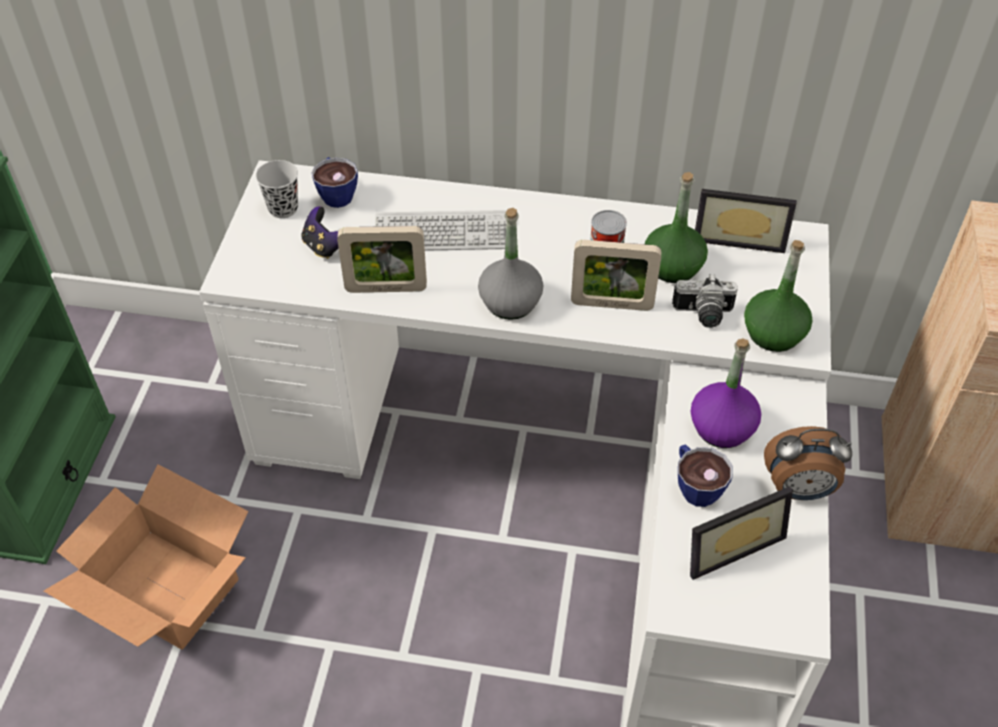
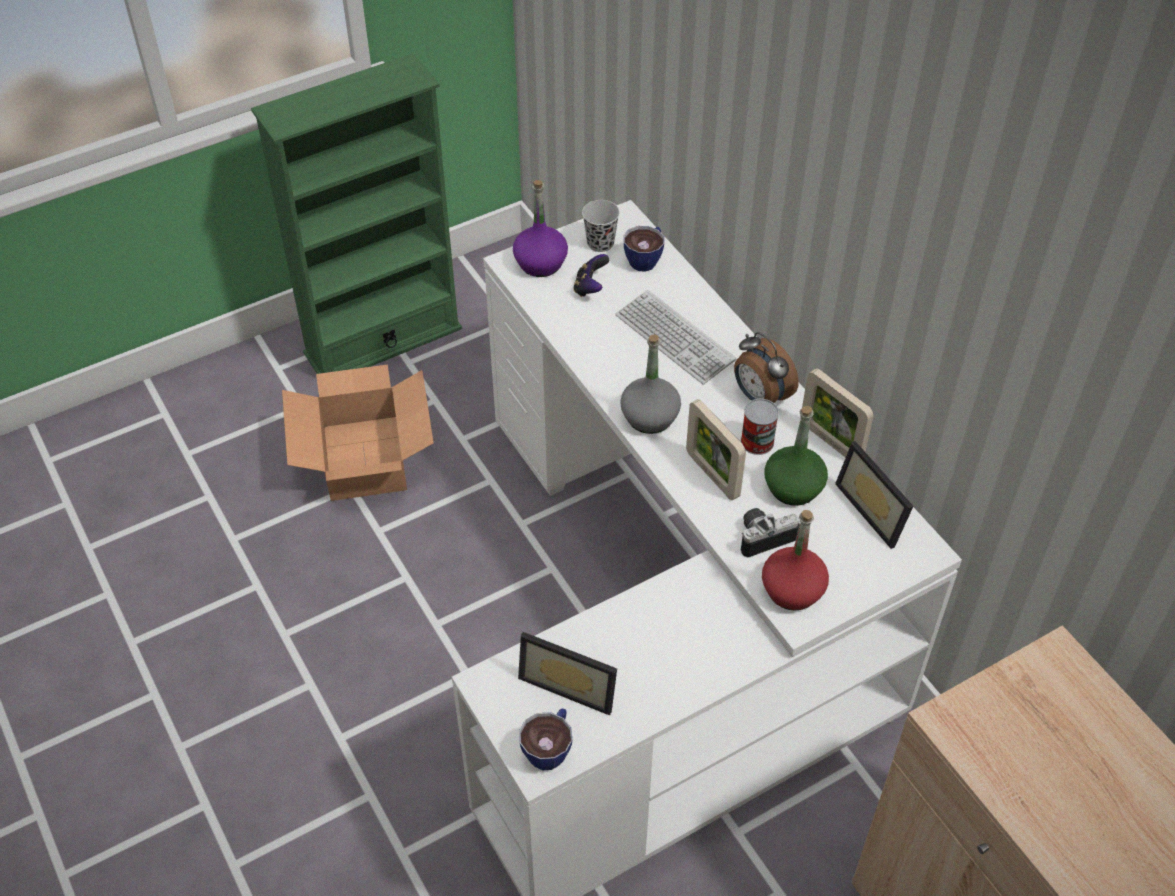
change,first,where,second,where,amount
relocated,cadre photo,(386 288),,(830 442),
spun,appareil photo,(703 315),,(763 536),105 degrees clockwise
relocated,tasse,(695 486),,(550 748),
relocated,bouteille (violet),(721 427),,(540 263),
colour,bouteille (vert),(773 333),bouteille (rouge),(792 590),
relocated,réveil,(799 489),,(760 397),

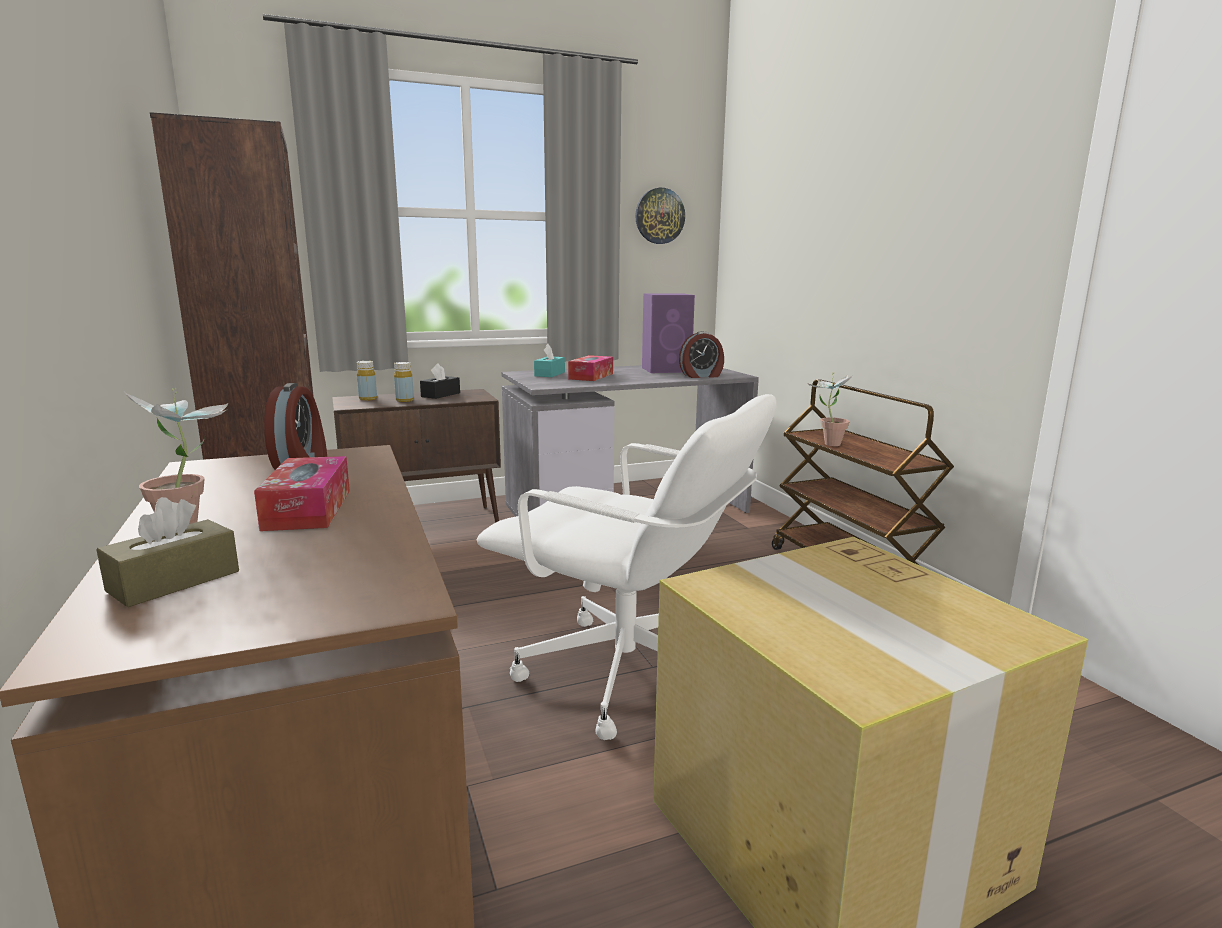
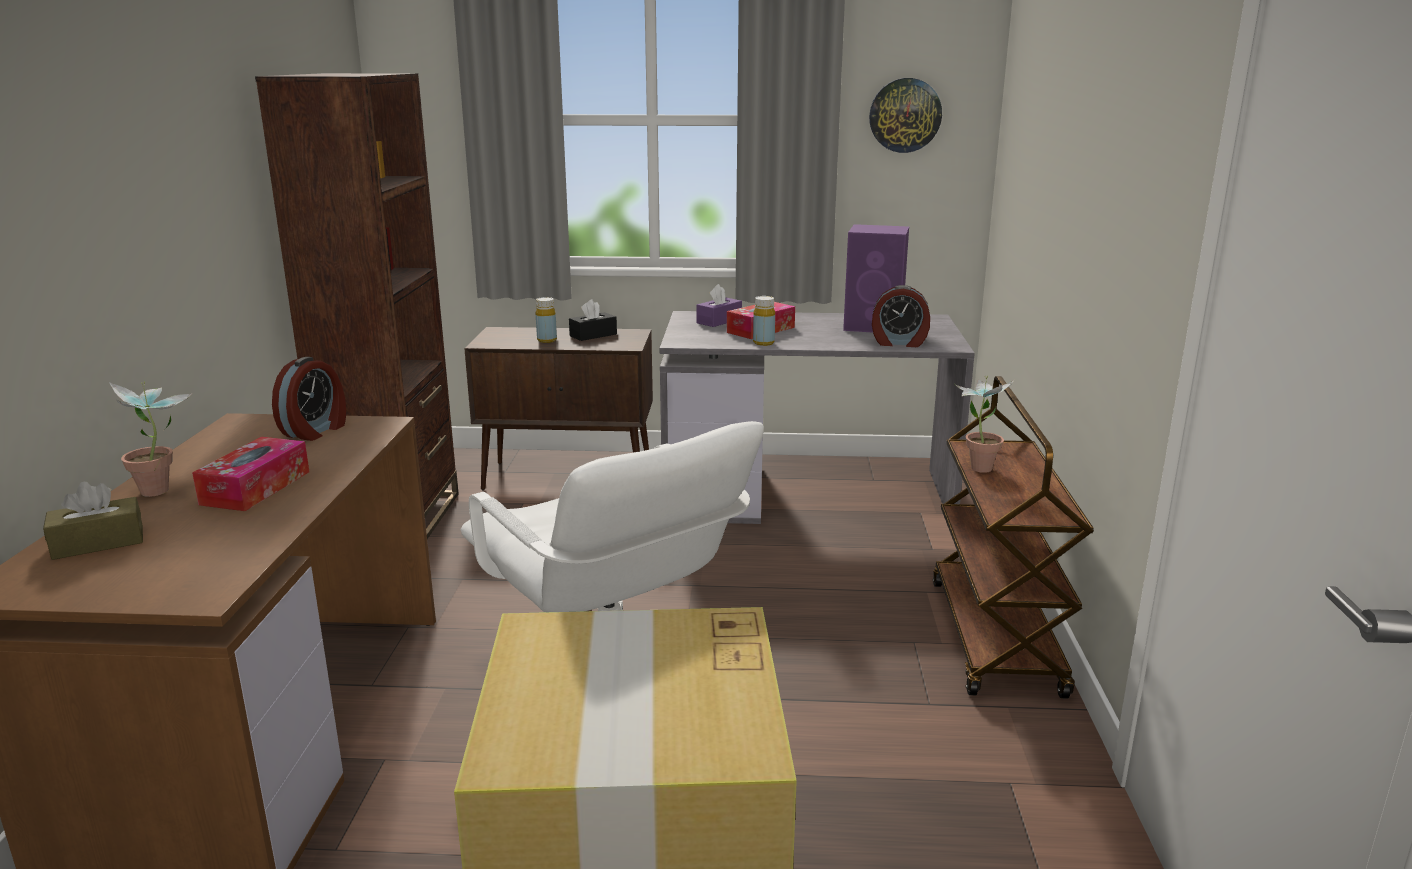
change,first,where,second,where,amount
relocated,bouteille (jaune),(368 399),,(763 343),
colour,boîte à mouchoirs (turquoise),(549 374),boîte à mouchoirs (violet),(719 321),

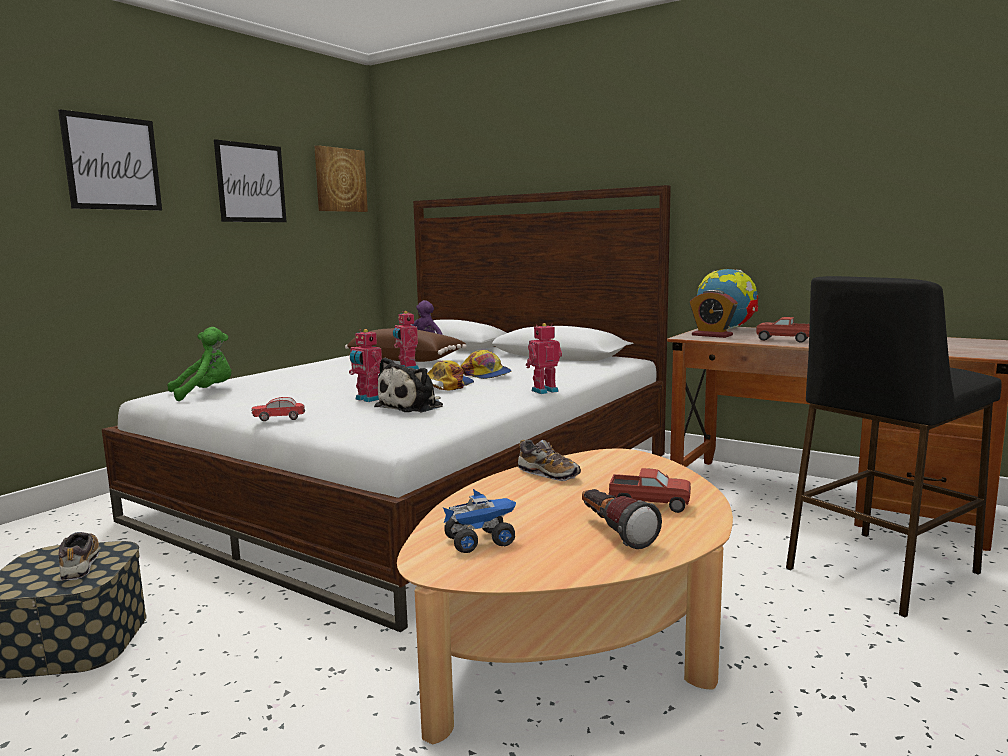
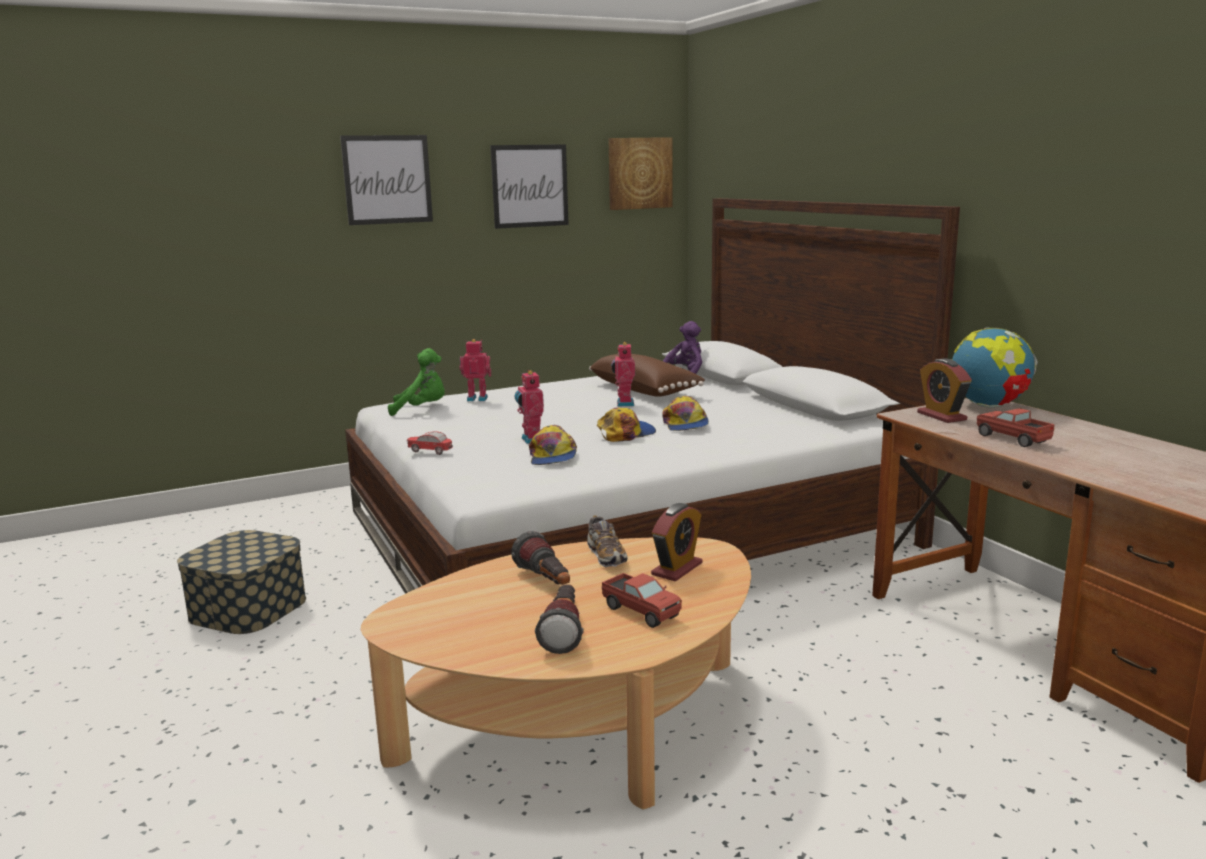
change,first,where,second,where,amount
missing,chaussure,(80 565),,,
exchanged,peluche,(413 406),casquette,(552 457),
missing,camion jouet,(480 541),,,
relocated,robot jouet,(544 391),,(477 398),
missing,tabouret (noir),(880 571),,,
appeared,,,lampe de poche,(546 582),
appeared,,,réveil,(677 569),

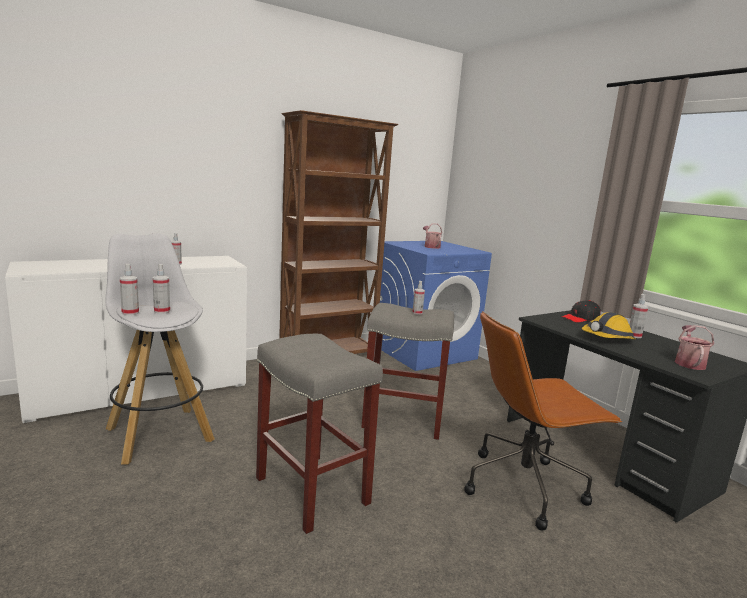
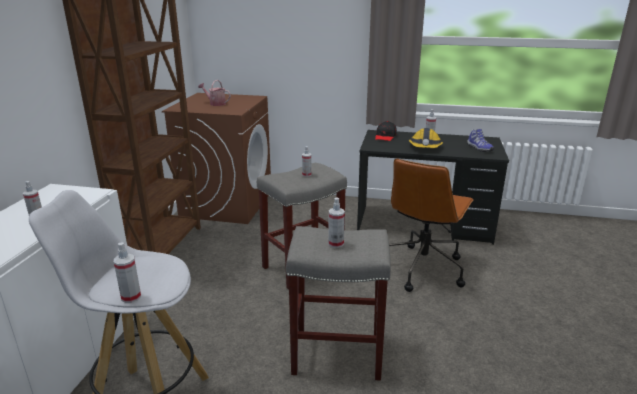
change,first,where,second,where,amount
relocated,vaporisateur,(162 311),,(336 243),
colour,lave-linge (bleu),(424 352),lave-linge (marron),(227 203),
exchanged,arrosoir,(688 363),chaussure,(479 148),

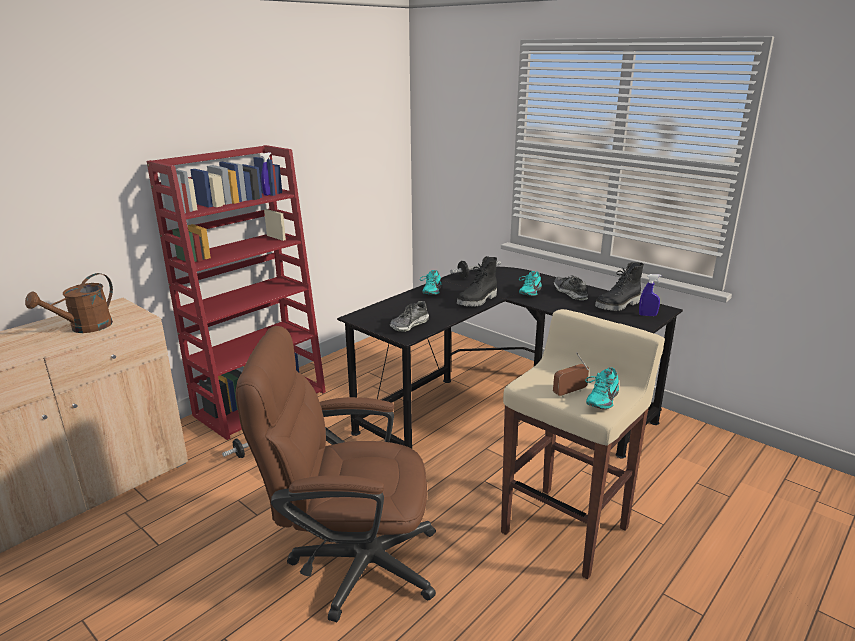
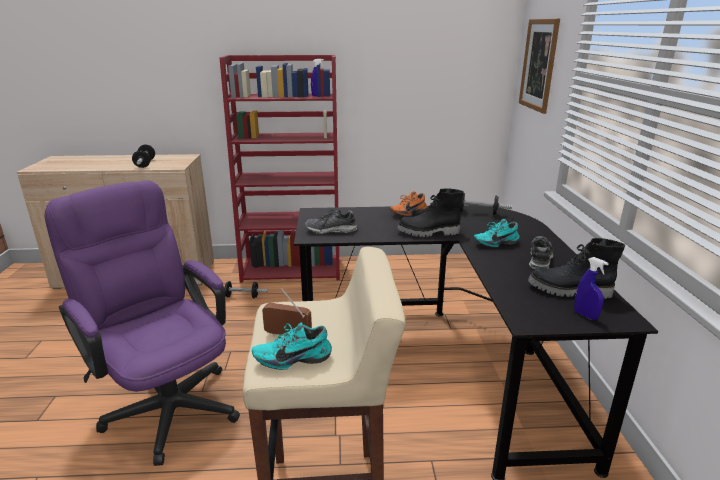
change,first,where,second,where,amount
exchanged,arrosoir (marron),(84 328),haltère,(145 164),
colour,chaise de bureau (marron),(351 562),chaise de bureau (violet),(167 402),
colour,chaussure (turquoise),(430 291),chaussure (orange),(407 212),
appeared,,,tableau,(538 65),

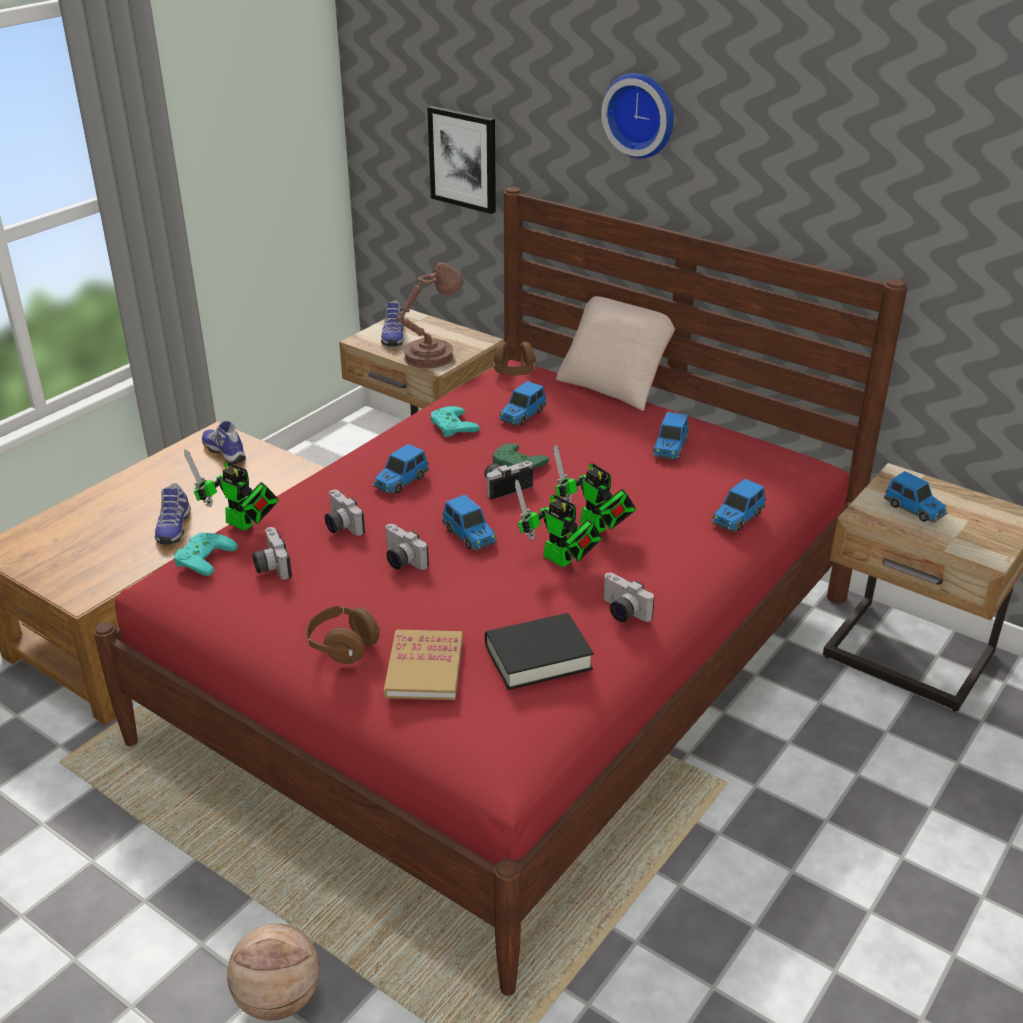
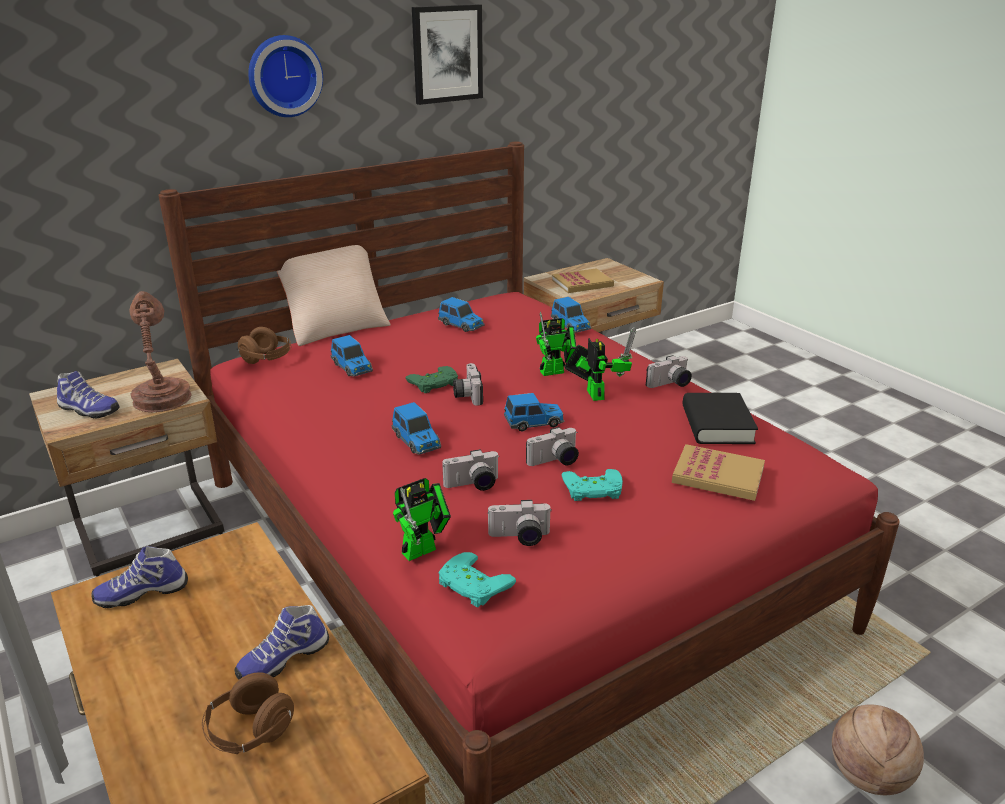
change,first,where,second,where,amount
spun,chaussure,(173 528),,(283 658),120 degrees clockwise
relocated,casque audio (marron),(343 647),,(250 732),
relocated,tableau,(463 159),,(447 54),
relocated,manette (turquoise),(450 426),,(592 490),
spun,robot jouet,(561 561),,(594 393),75 degrees counterclockwise
exchanged,petite voiture,(914 509),livre,(582 283),

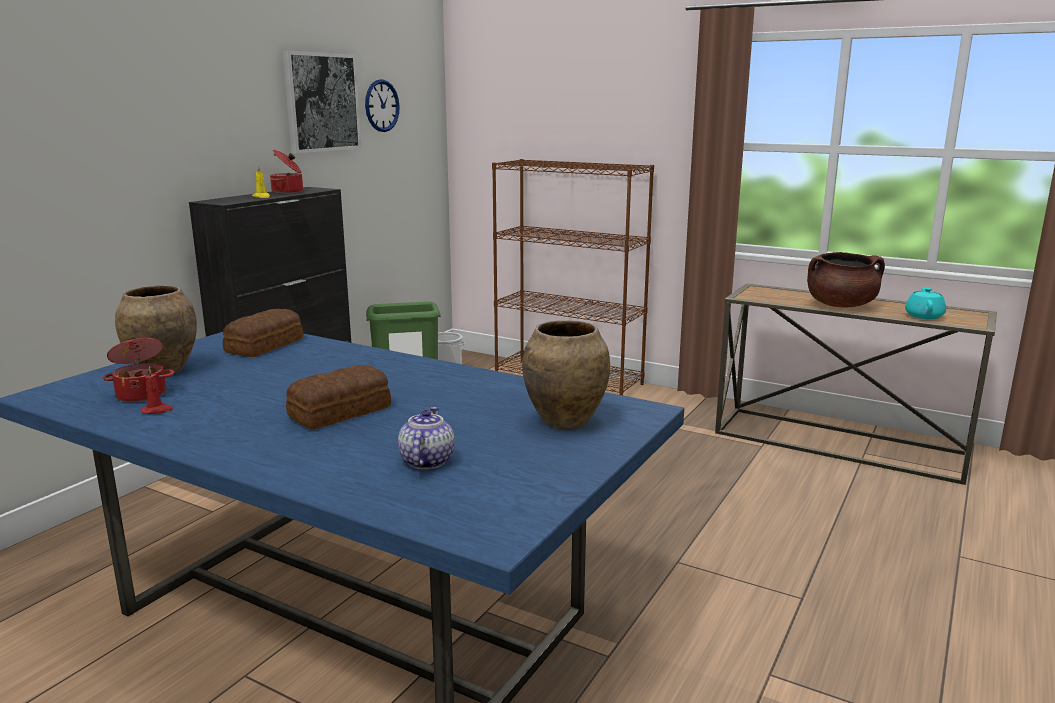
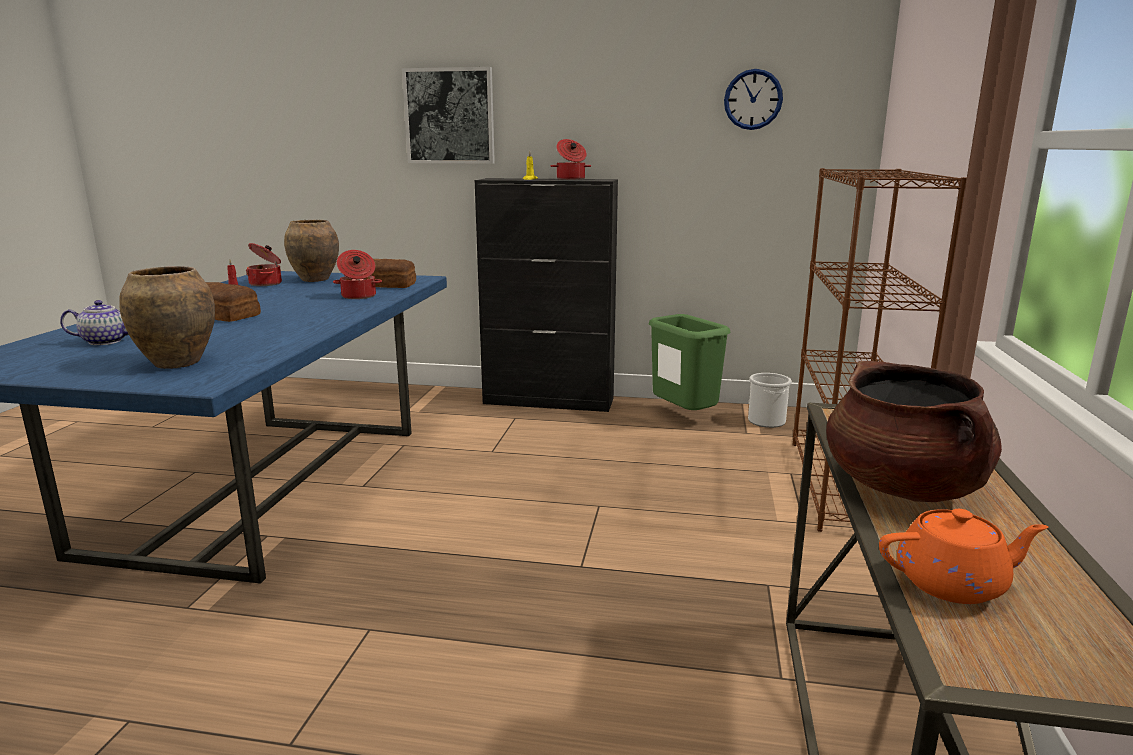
change,first,where,second,where,amount
relocated,tableau,(321 102),,(449 116),
colour,théière (turquoise),(924 316),théière (orange),(953 583),
appeared,,,marmite,(358 296),

